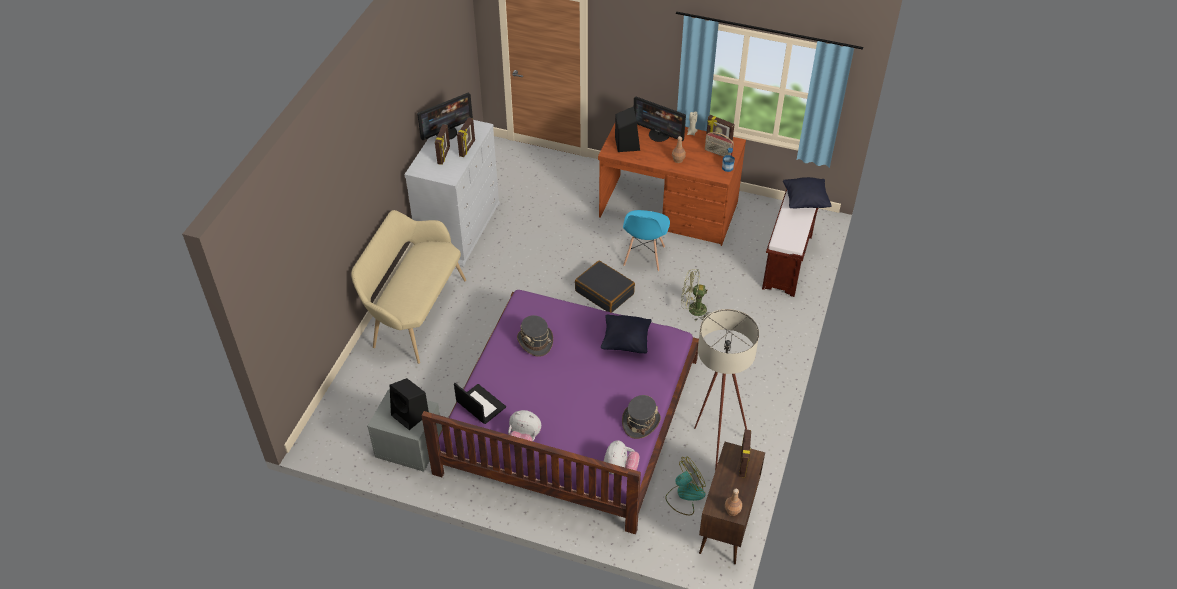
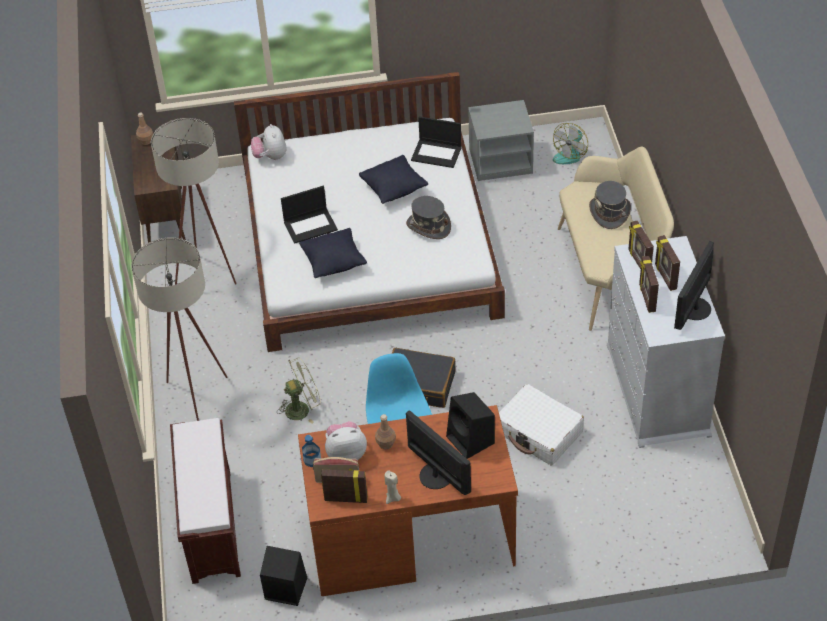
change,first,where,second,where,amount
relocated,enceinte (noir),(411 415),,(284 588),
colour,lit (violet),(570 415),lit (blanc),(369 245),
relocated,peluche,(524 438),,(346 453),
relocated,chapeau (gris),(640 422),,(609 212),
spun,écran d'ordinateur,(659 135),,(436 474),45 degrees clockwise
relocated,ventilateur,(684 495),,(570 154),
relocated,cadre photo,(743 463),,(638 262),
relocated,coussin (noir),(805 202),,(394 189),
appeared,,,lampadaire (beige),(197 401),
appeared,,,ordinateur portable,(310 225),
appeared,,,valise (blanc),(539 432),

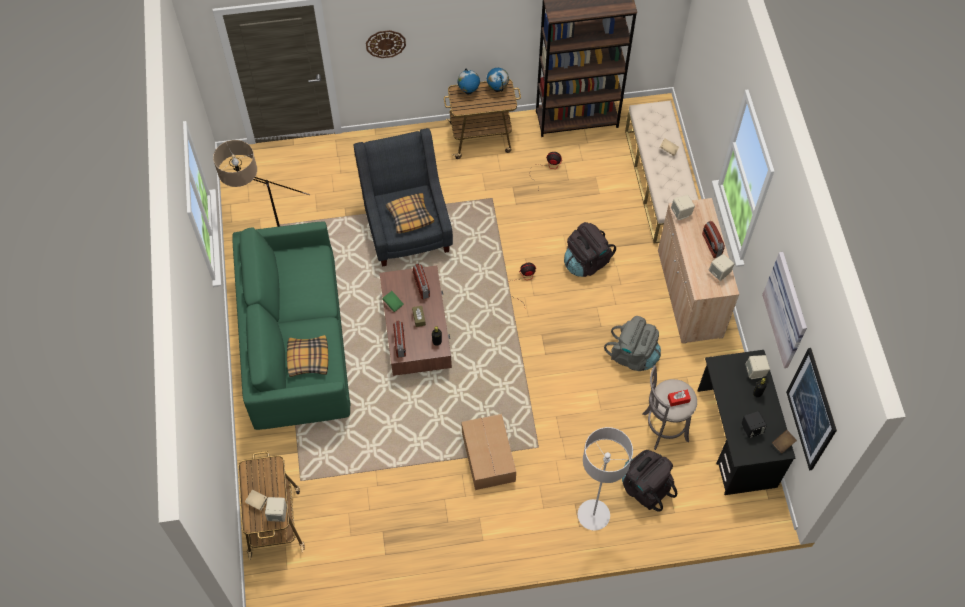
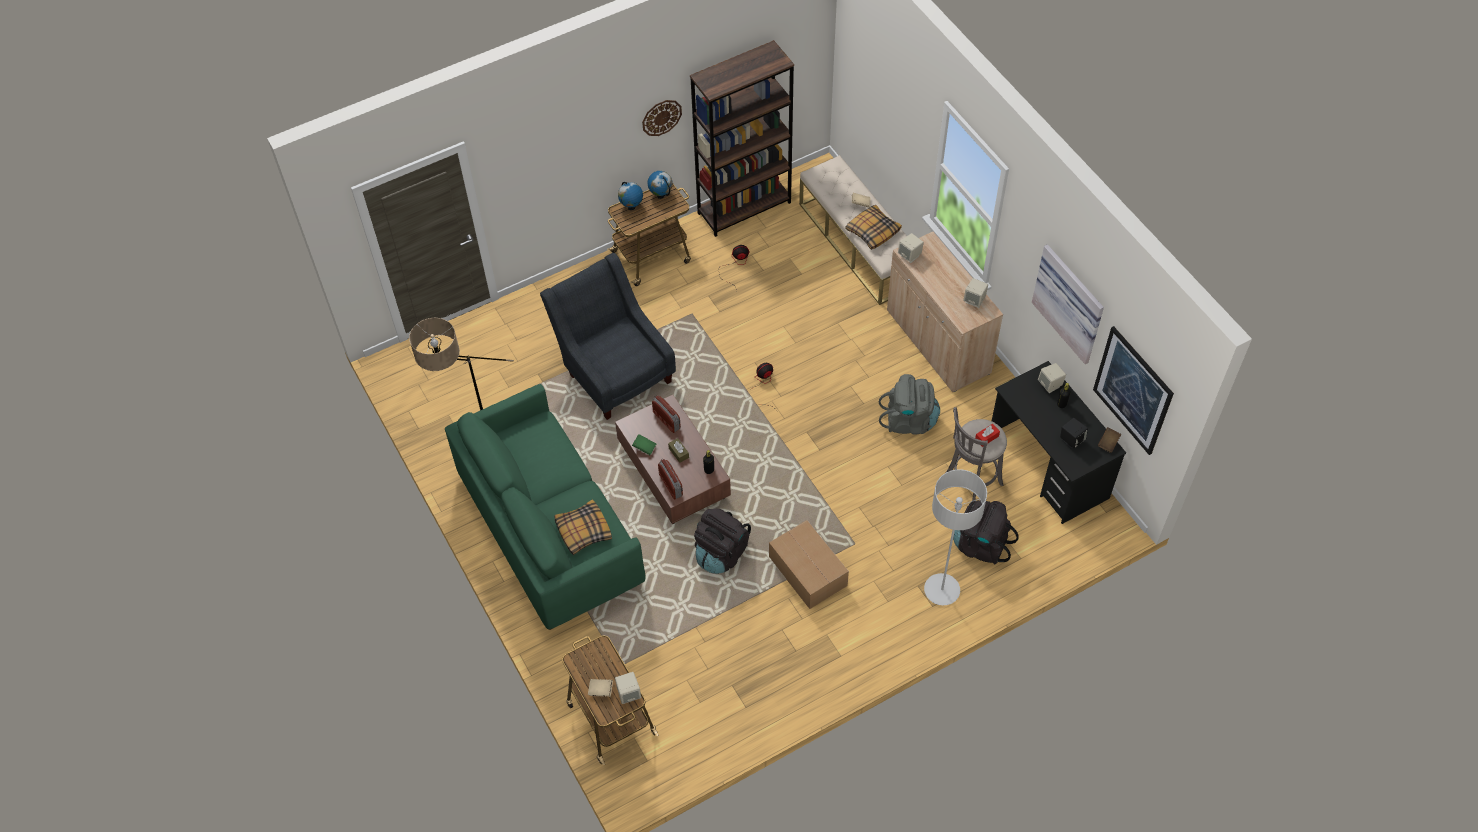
change,first,where,second,where,amount
relocated,horloge murale,(385 43),,(661 117),
relocated,coussin,(410 216),,(872 231),
relocated,sac à dos (noir),(586 262),,(721 553),
missing,radio,(711 245),,,

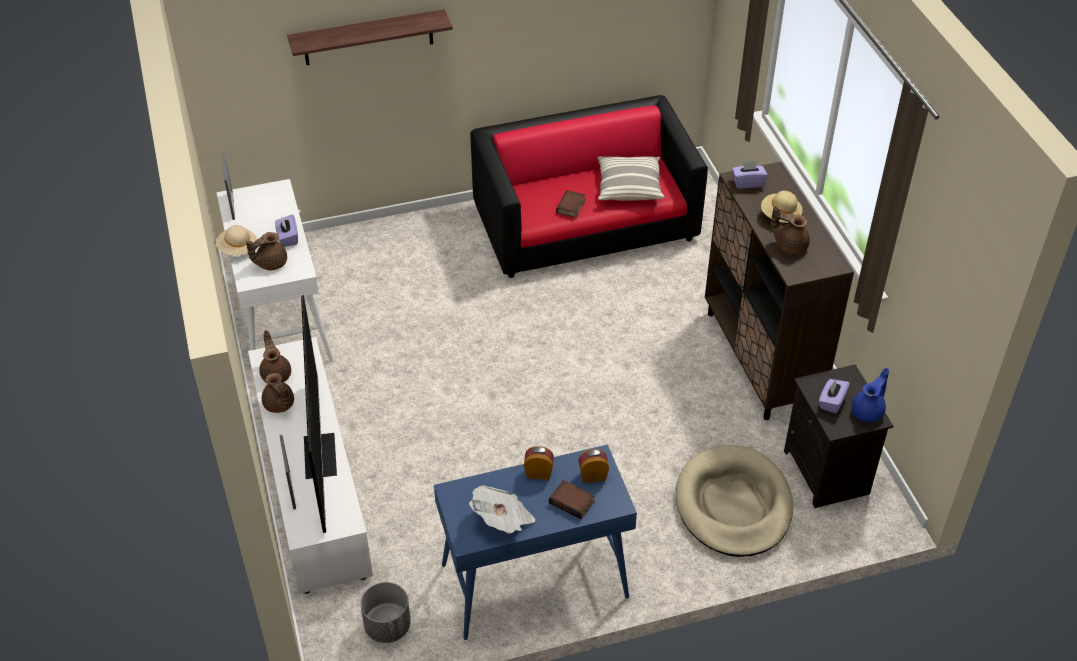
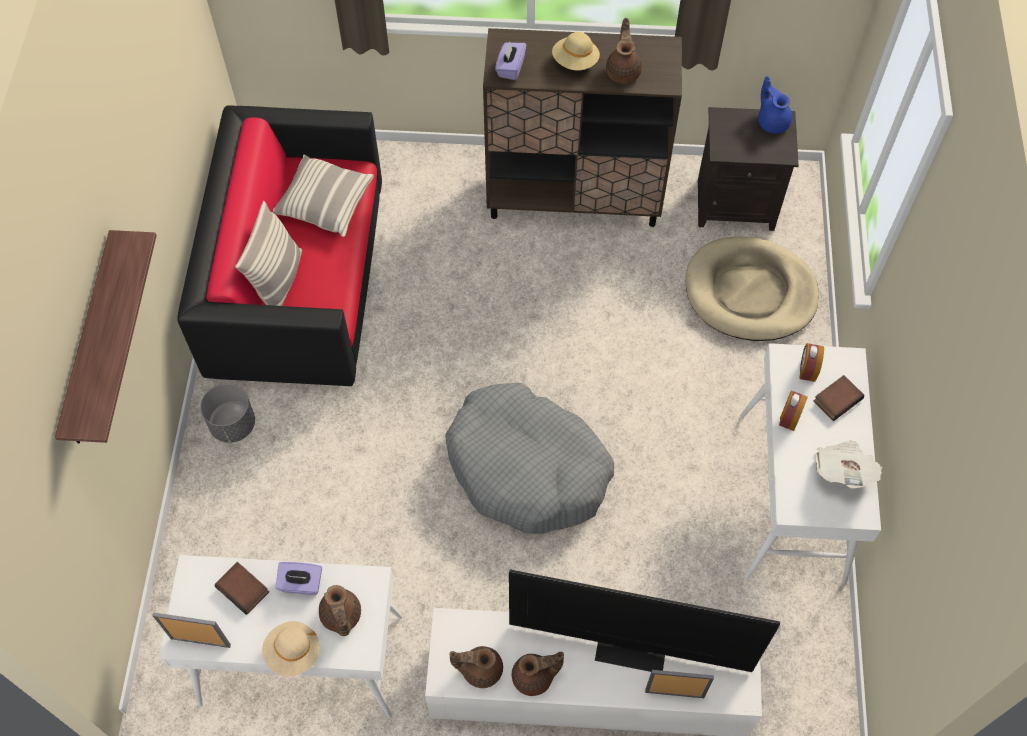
change,first,where,second,where,amount
relocated,cache-pot (gris),(387 626),,(232 424),
colour,table console (bleu),(533 582),table console (blanc),(791 498),
relocated,livre,(571 207),,(244 589),
spun,théière (marron),(789 245),,(623 71),135 degrees clockwise
missing,boîte à mouchoirs (violet),(831 402),,,
appeared,,,coussin,(279 281),
appeared,,,panier pour chien (gris),(527 468),

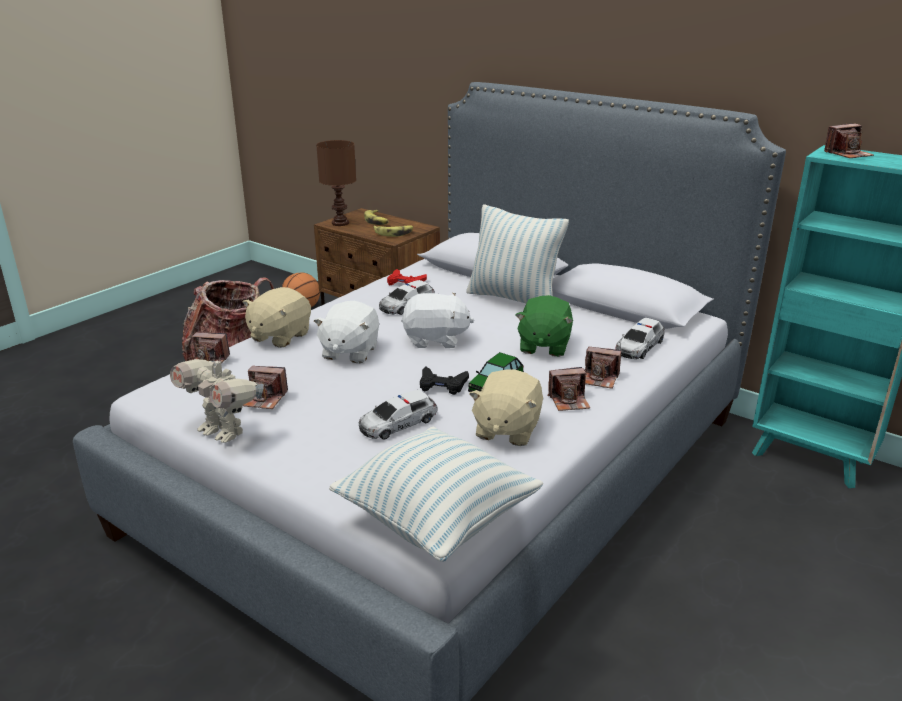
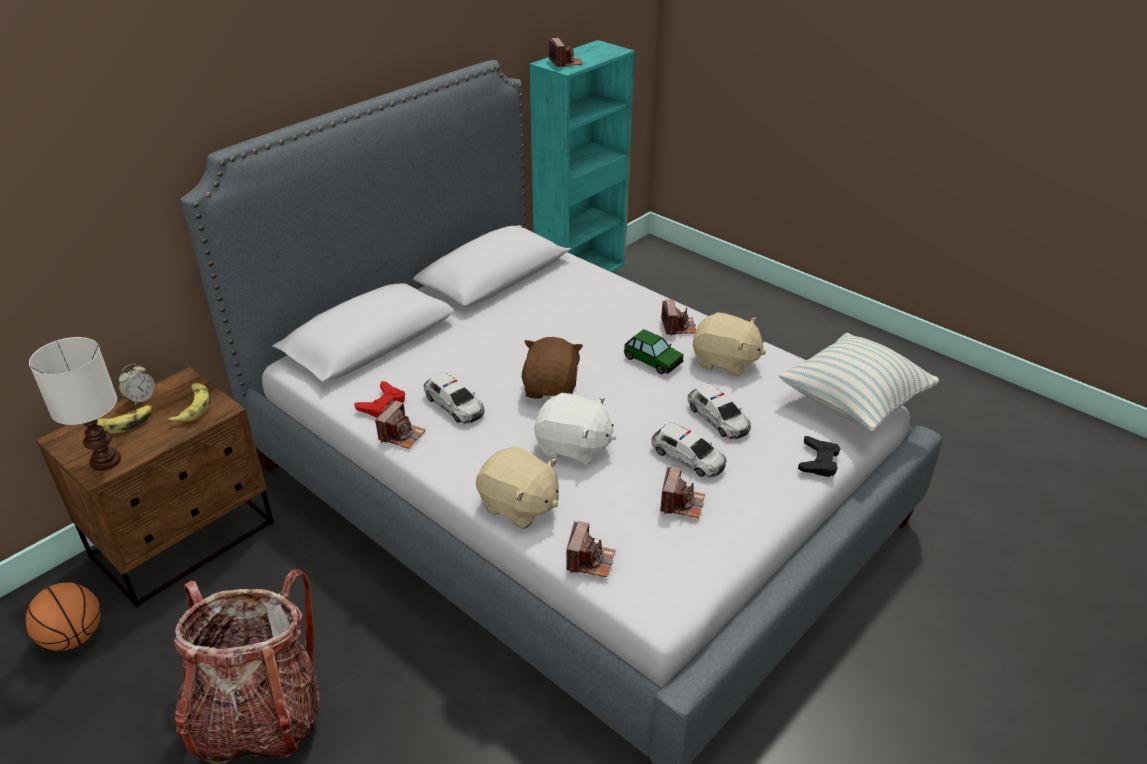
change,first,where,second,where,amount
missing,robot jouet,(223 431),,,
colour,lampe de table (marron),(340 223),lampe de table (blanc),(107 461),
colour,peluche (blanc),(435 340),peluche (marron),(551 388),
relocated,manette (noir),(442 385),,(818 461),
missing,coussin,(513 299),,,
missing,peluche (vert),(543 346),,,
relocated,appareil photo,(600 379),,(401 435),
relocated,petite voiture,(639 347),,(688 457),
appeared,,,réveil,(141 398),

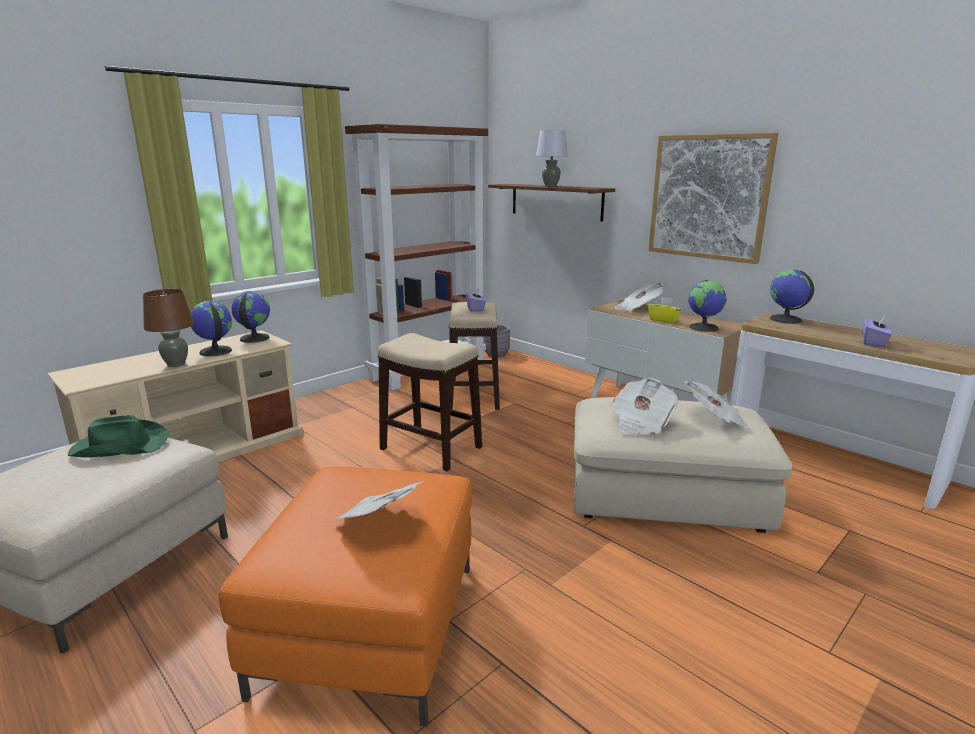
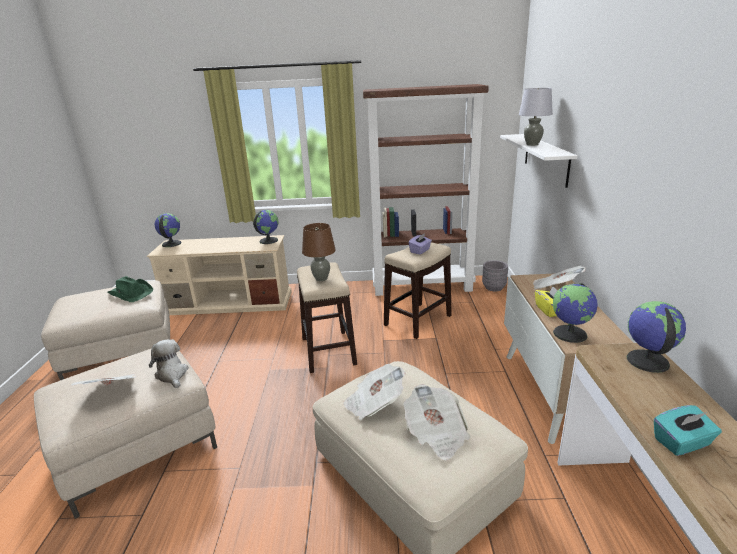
change,first,where,second,where,amount
relocated,lampe de table (marron),(176 364),,(321 278),
relocated,globe,(215 351),,(171 244),
colour,pouf (orange),(371 626),pouf (beige),(138 448),
colour,étagère (marron),(556 201),étagère (blanc),(546 158),
missing,tableau,(708 197),,,
colour,boîte à mouchoirs (violet),(874 343),boîte à mouchoirs (turquoise),(682 443),
appeared,,,peluche,(172 374),

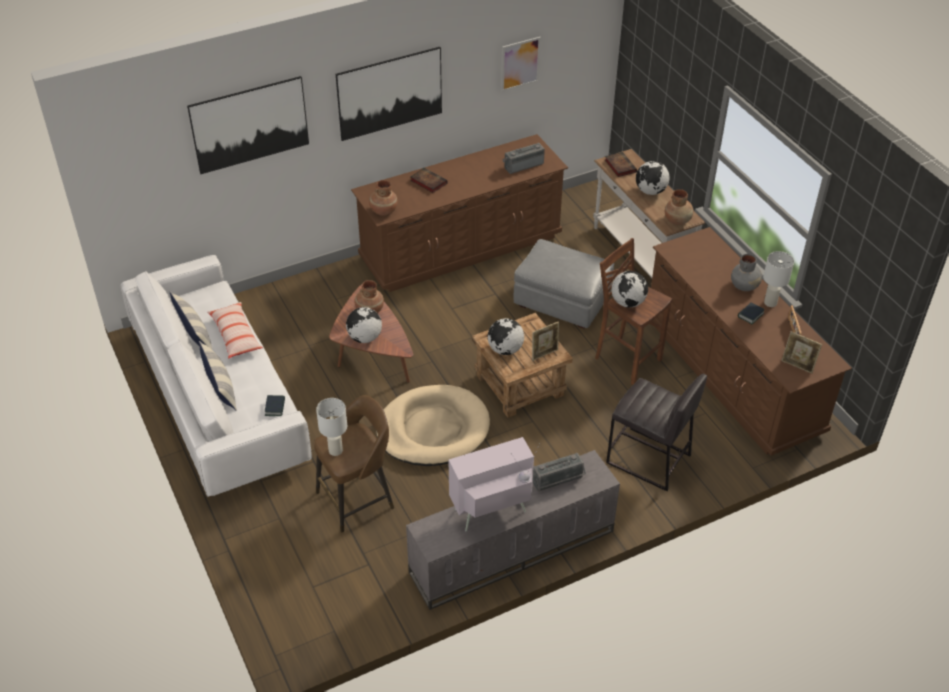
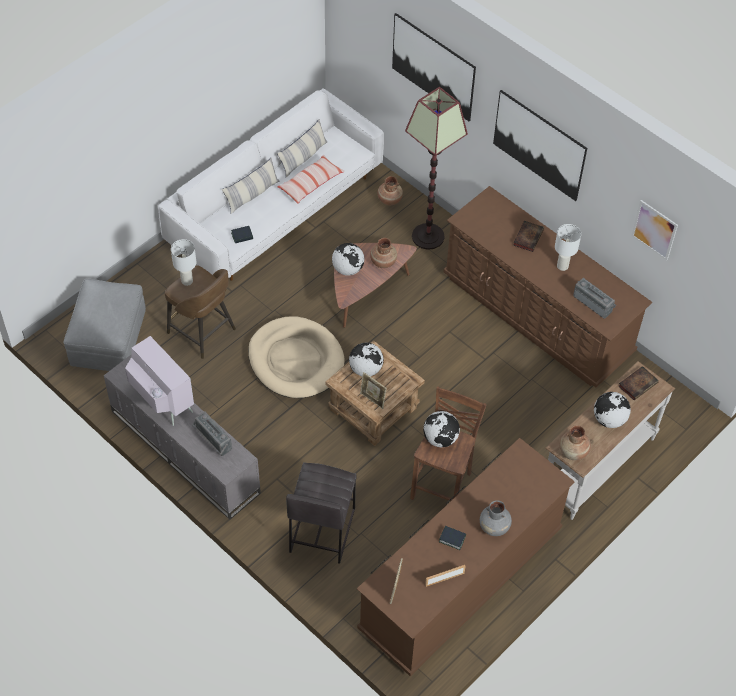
change,first,where,second,where,amount
relocated,vase (marron),(383 211),,(389 199),
relocated,pouf (gris),(561 302),,(108 340),
relocated,lampe de table (blanc),(770 302),,(563 266),
appeared,,,lampadaire,(428 236),

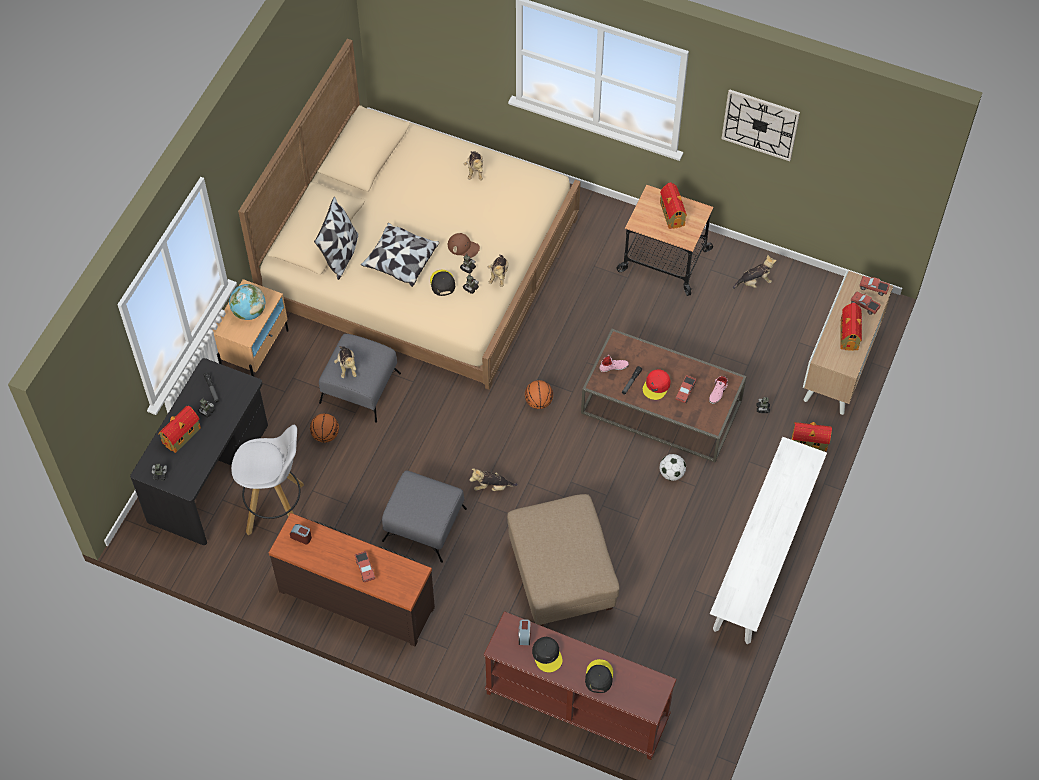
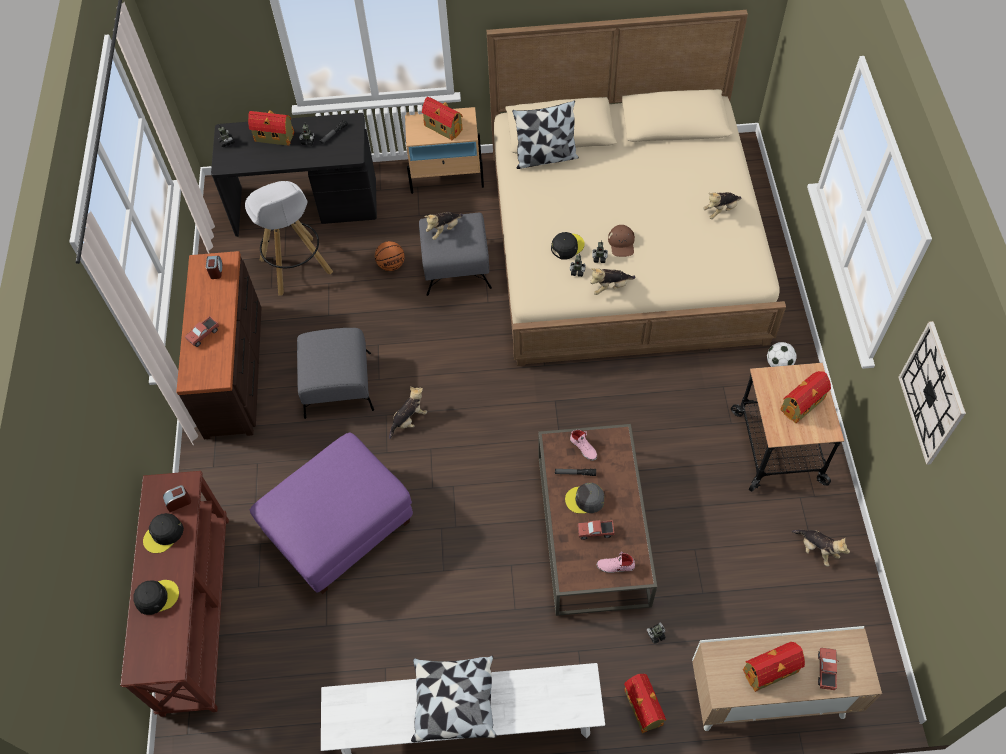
change,first,where,second,where,amount
exchanged,globe,(249 312),maison miniature,(442 127),
relocated,coussin,(400 260),,(454 701),
spun,peluche,(492 487),,(409 420),75 degrees clockwise
colour,pouf (beige),(562 575),pouf (violet),(340 529),
missing,ballon de basket,(538 402),,,
colour,casquette (rouge),(656 386),casquette (gris),(585 500),
relocated,ballon de foot,(671 474),,(778 364),
missing,camion jouet,(873 288),,,

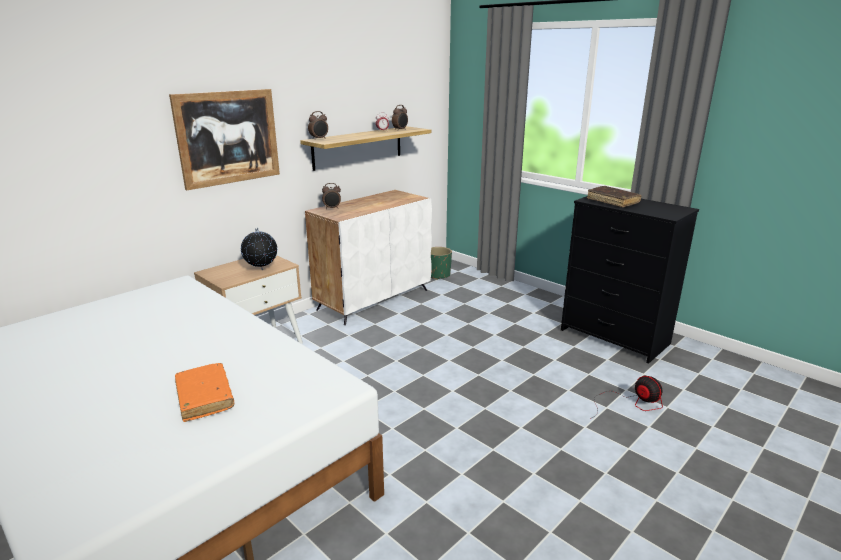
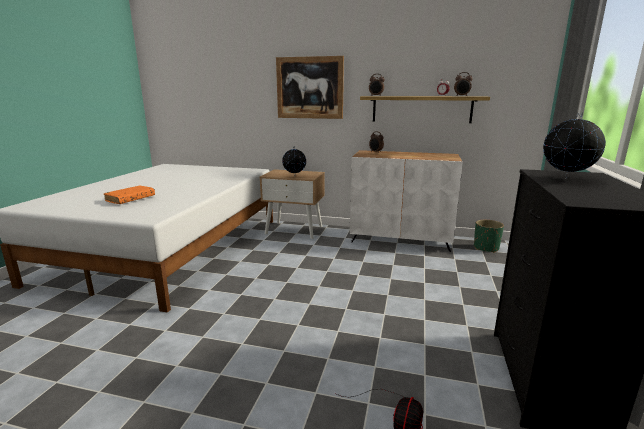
change,first,where,second,where,amount
exchanged,livre (marron),(612 201),globe,(566 178),

